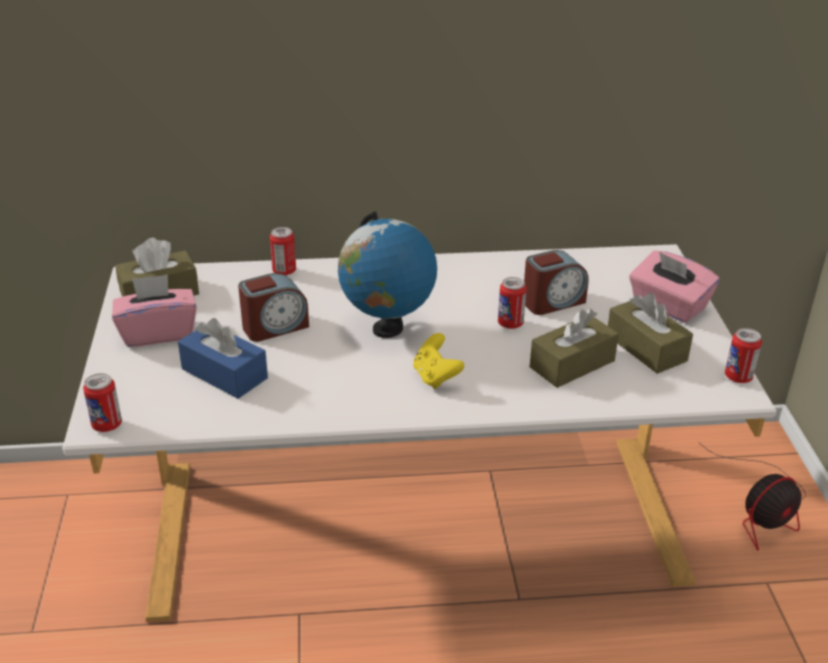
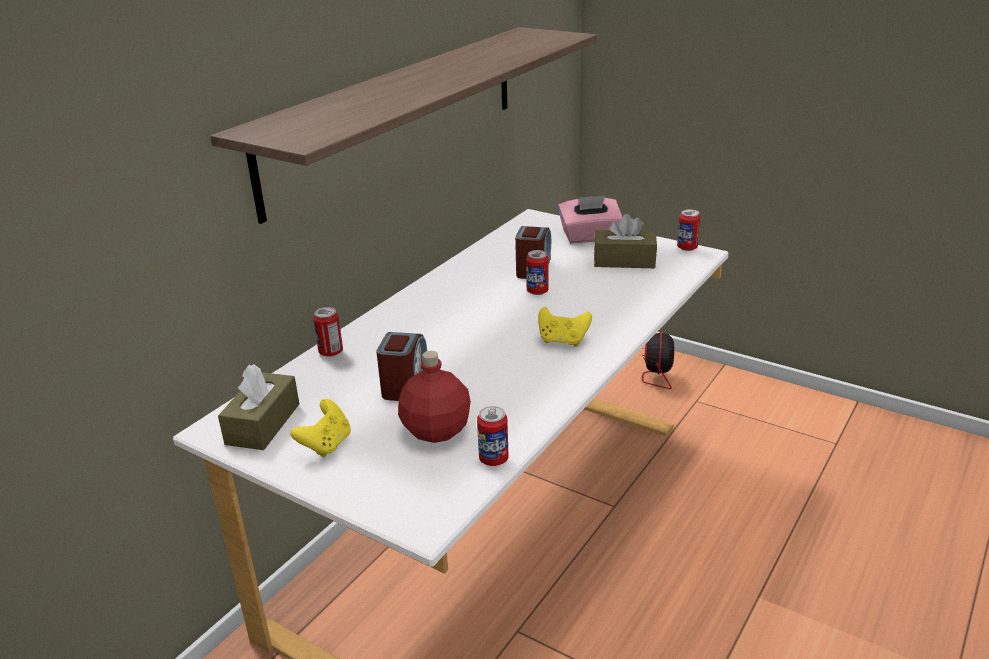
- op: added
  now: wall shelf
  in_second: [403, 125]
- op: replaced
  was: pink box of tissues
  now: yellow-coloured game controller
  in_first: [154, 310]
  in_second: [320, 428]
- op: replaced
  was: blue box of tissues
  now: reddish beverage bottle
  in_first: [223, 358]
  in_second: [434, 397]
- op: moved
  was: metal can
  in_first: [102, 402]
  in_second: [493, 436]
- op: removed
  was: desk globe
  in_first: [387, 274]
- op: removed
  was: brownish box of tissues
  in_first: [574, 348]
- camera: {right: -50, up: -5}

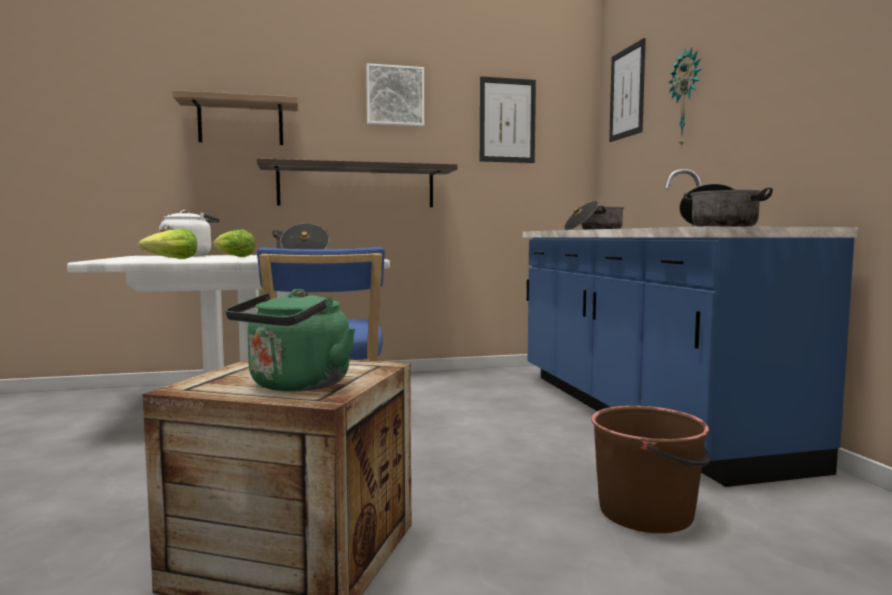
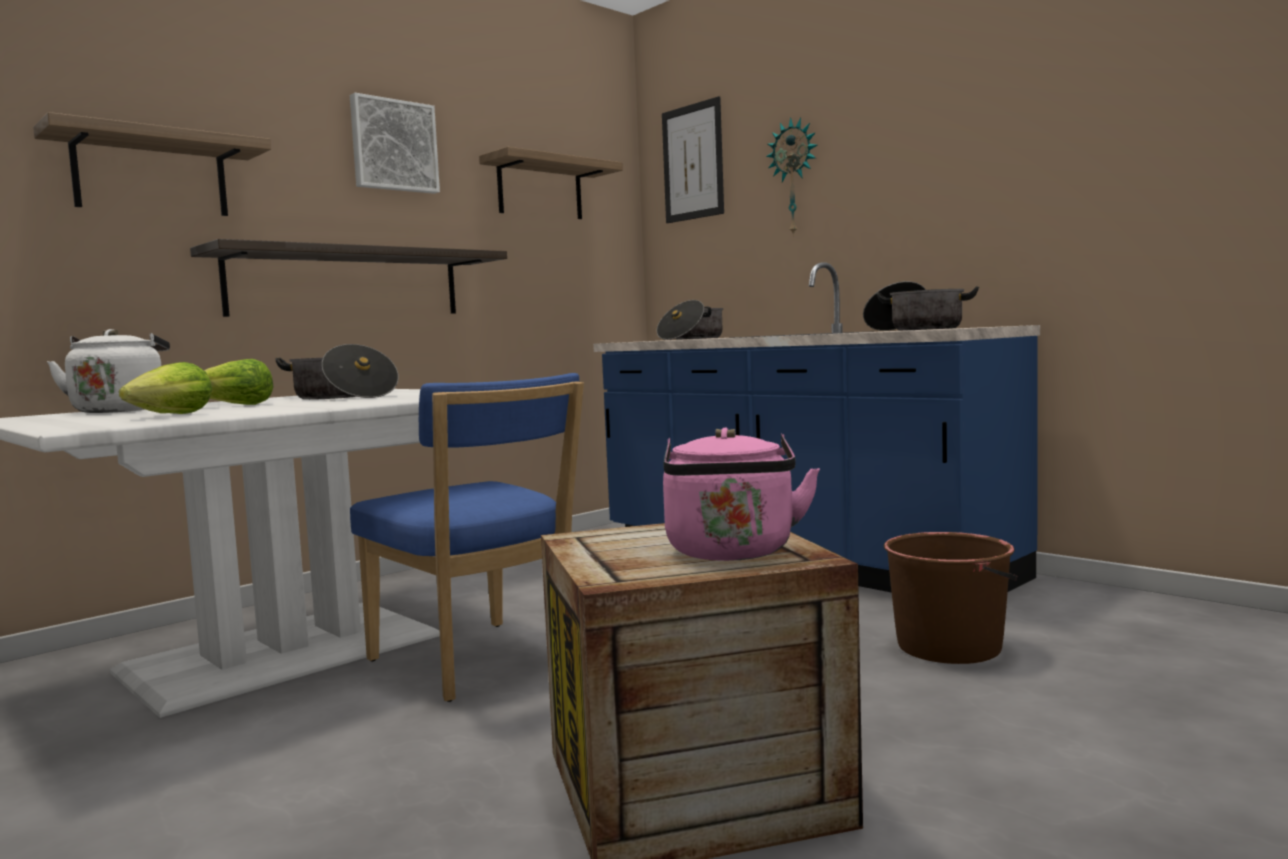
- op: replaced
  was: picture
  now: wall shelf
  in_first: [508, 119]
  in_second: [551, 183]
- op: recoloured
  was: green tea kettle
  now: pink tea kettle
  in_first: [290, 340]
  in_second: [741, 494]
- camera: {right: -30, up: 0}

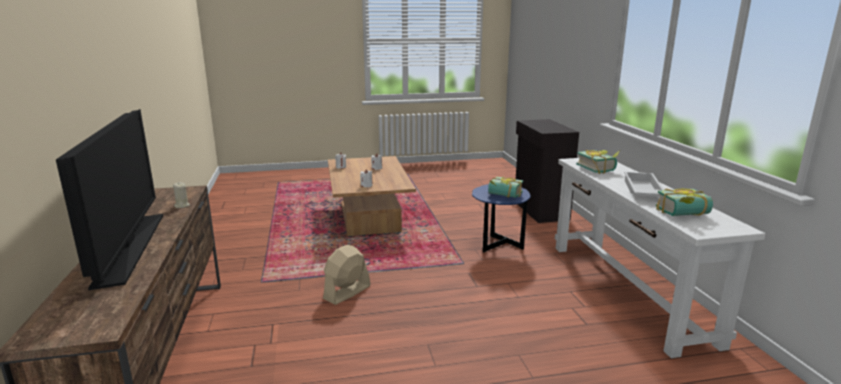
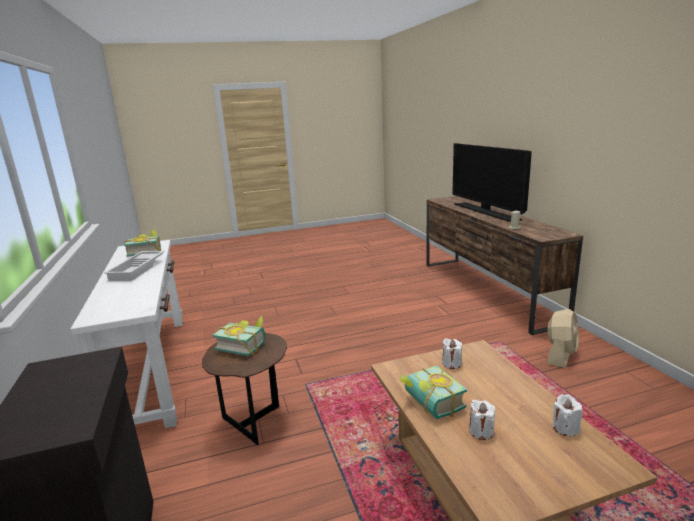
- op: recoloured
  was: blue accent table
  now: brownish accent table
  in_first: [501, 218]
  in_second: [244, 389]
- op: moved
  was: volume
  in_first: [597, 162]
  in_second: [433, 392]
- op: moved
  was: sand-coloured cooling fan
  in_first: [347, 275]
  in_second: [563, 338]
- camera: {right: 175, up: 0}

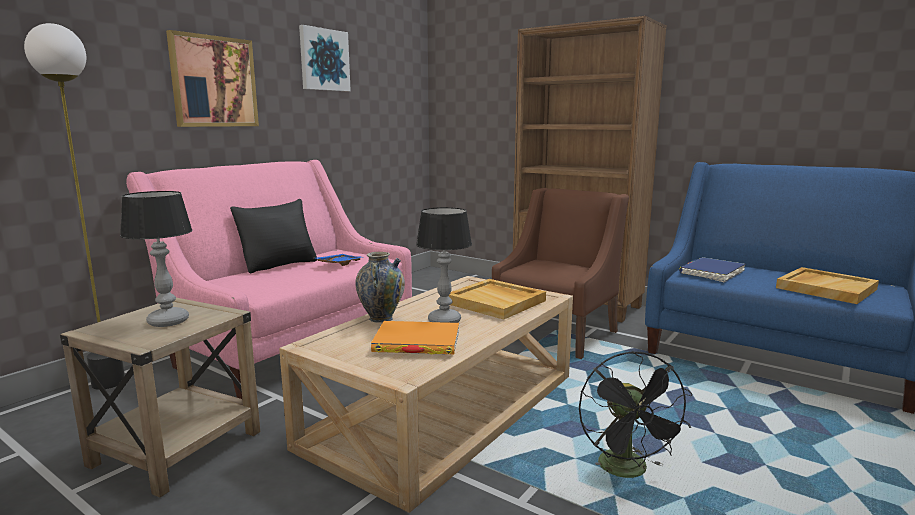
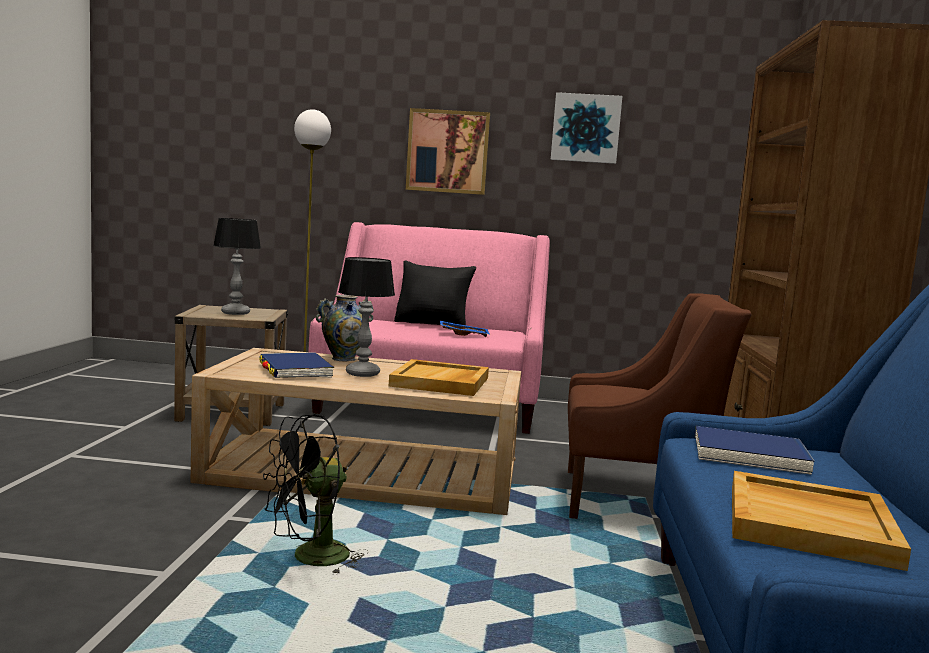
- op: recoloured
  was: orangey volume
  now: blue volume
  in_first: [415, 337]
  in_second: [296, 365]
- camera: {right: 60, up: -5}

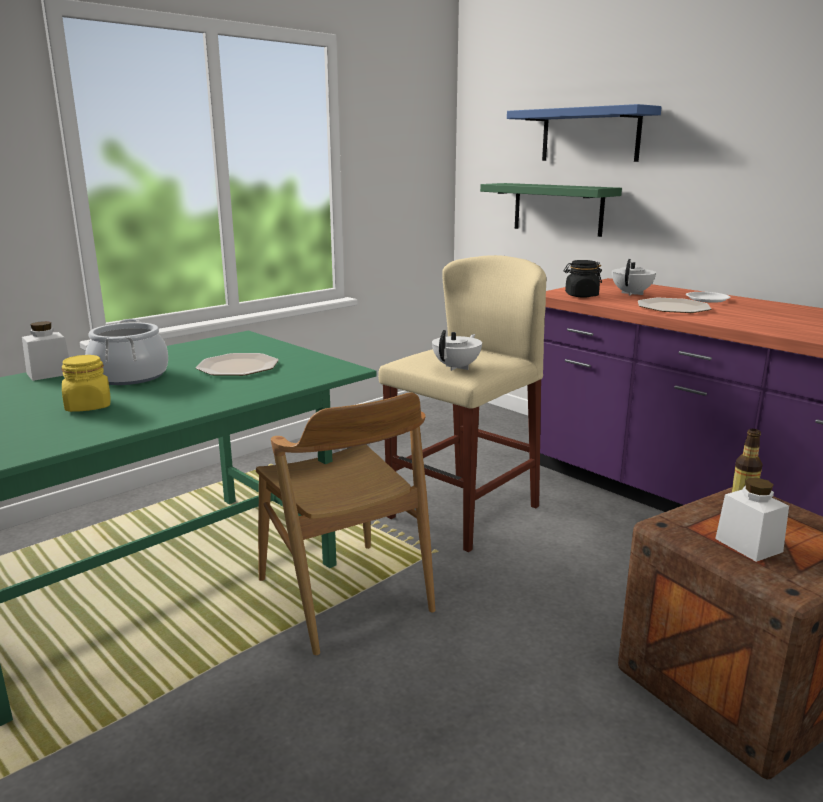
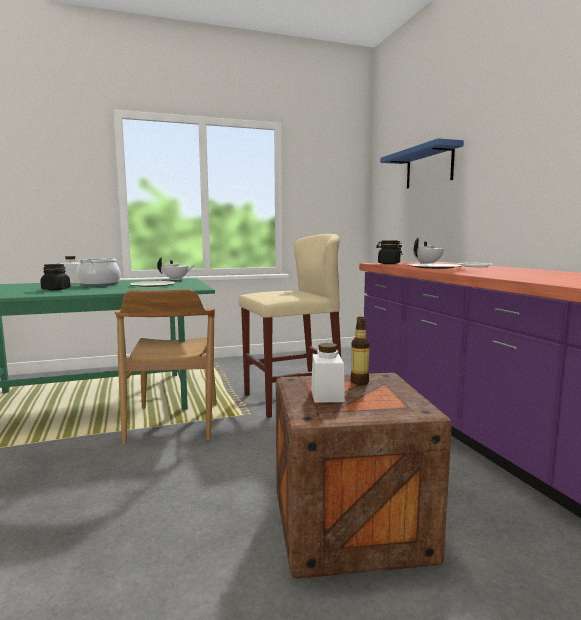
- op: recoloured
  was: yellow-coloured jar
  now: blackish jar
  in_first: [85, 383]
  in_second: [55, 277]
- op: moved
  was: whitish pot for tea
  in_first: [457, 350]
  in_second: [176, 268]
- op: removed
  was: green wall shelf
  in_first: [551, 210]
- camera: {right: 25, up: -10}

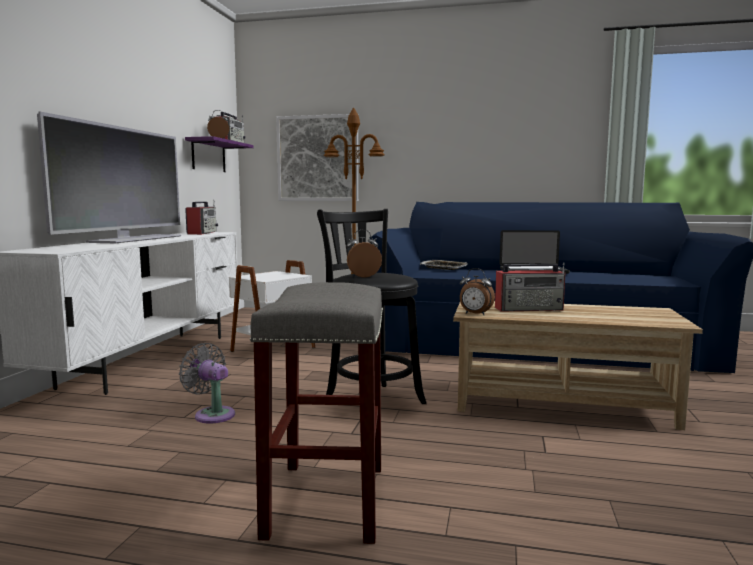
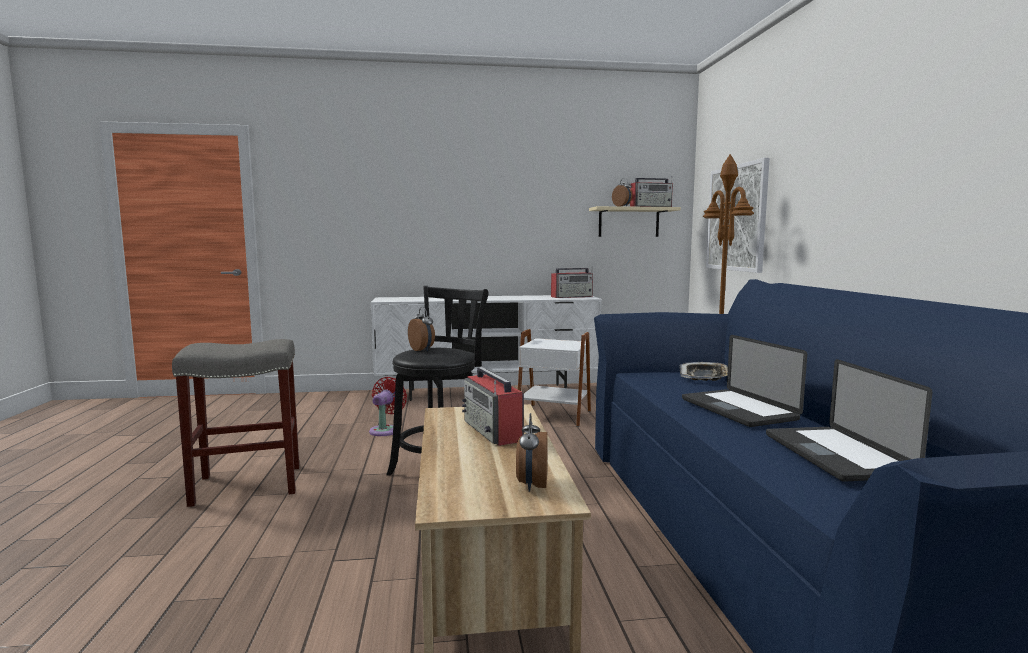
- op: recoloured
  was: greyish cooling fan
  now: reddish cooling fan
  in_first: [207, 383]
  in_second: [388, 406]
- op: moved
  was: alarm clock
  in_first: [477, 291]
  in_second: [532, 452]
- op: recoloured
  was: purplish wall shelf
  now: sand-coloured wall shelf
  in_first: [219, 154]
  in_second: [635, 221]
- op: added
  now: laptop
  in_second: [849, 420]
- op: removed
  was: television
  in_first: [109, 177]
- camera: {right: 70, up: 0}

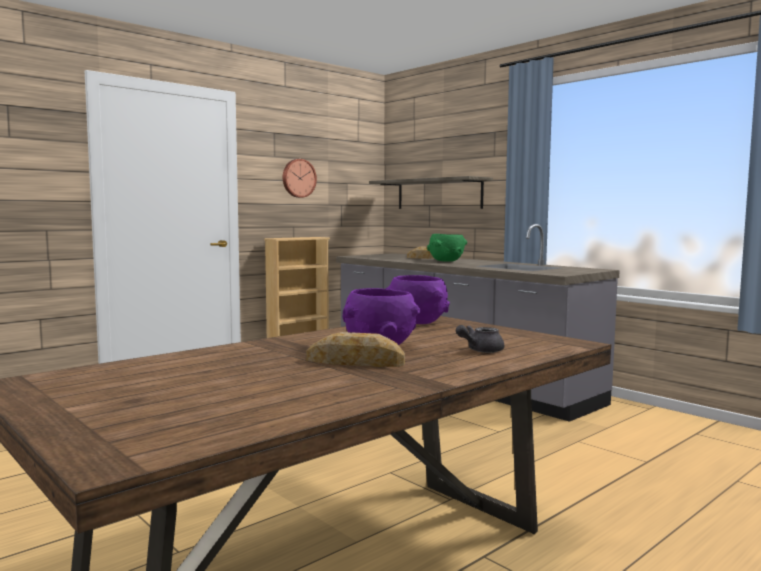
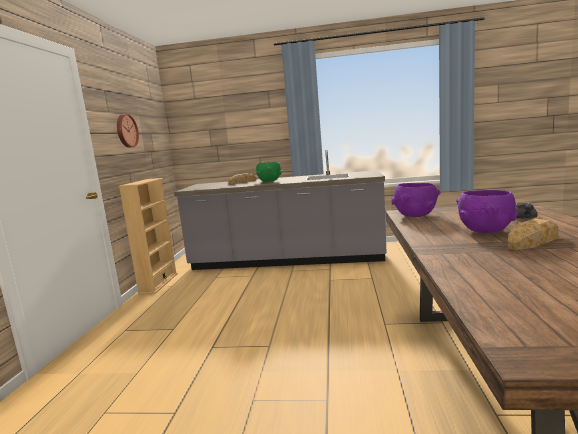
- op: removed
  was: wall shelf
  in_first: [431, 192]
- camera: {right: -40, up: 5}

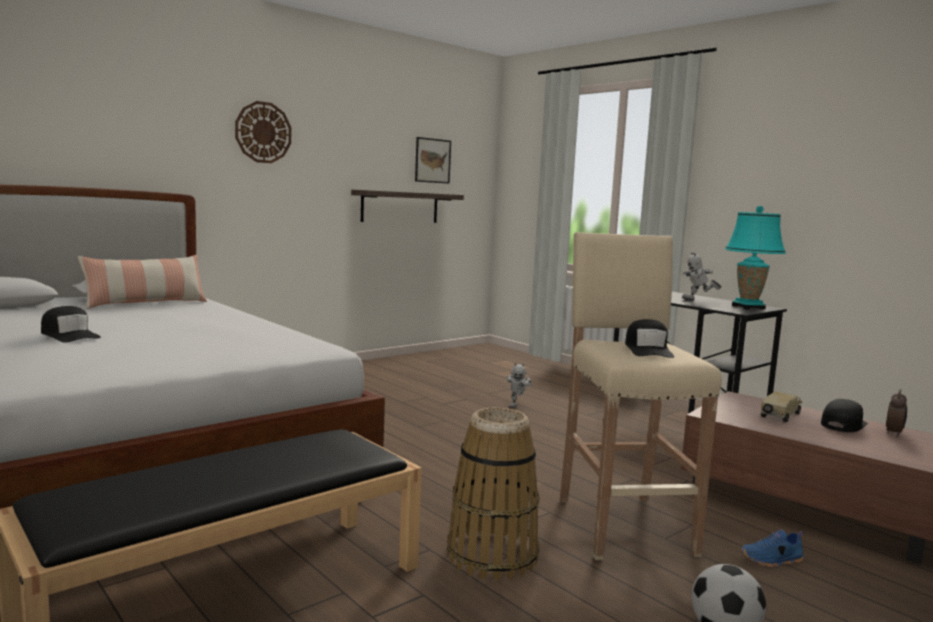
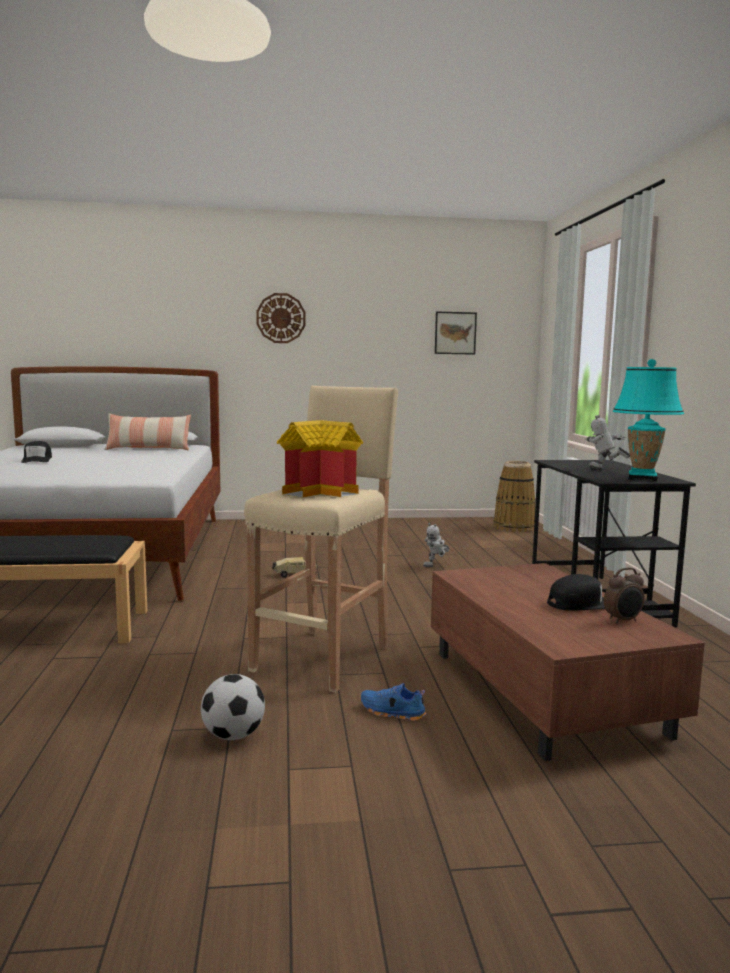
- op: moved
  was: toy lorry
  in_first: [781, 406]
  in_second: [295, 567]
- op: replaced
  was: blackish peaked cap
  now: model house
  in_first: [649, 338]
  in_second: [320, 459]
- op: moved
  was: storage basket
  in_first: [493, 493]
  in_second: [514, 497]
- op: removed
  was: wall shelf
  in_first: [407, 206]
- camera: {right: 35, up: 0}

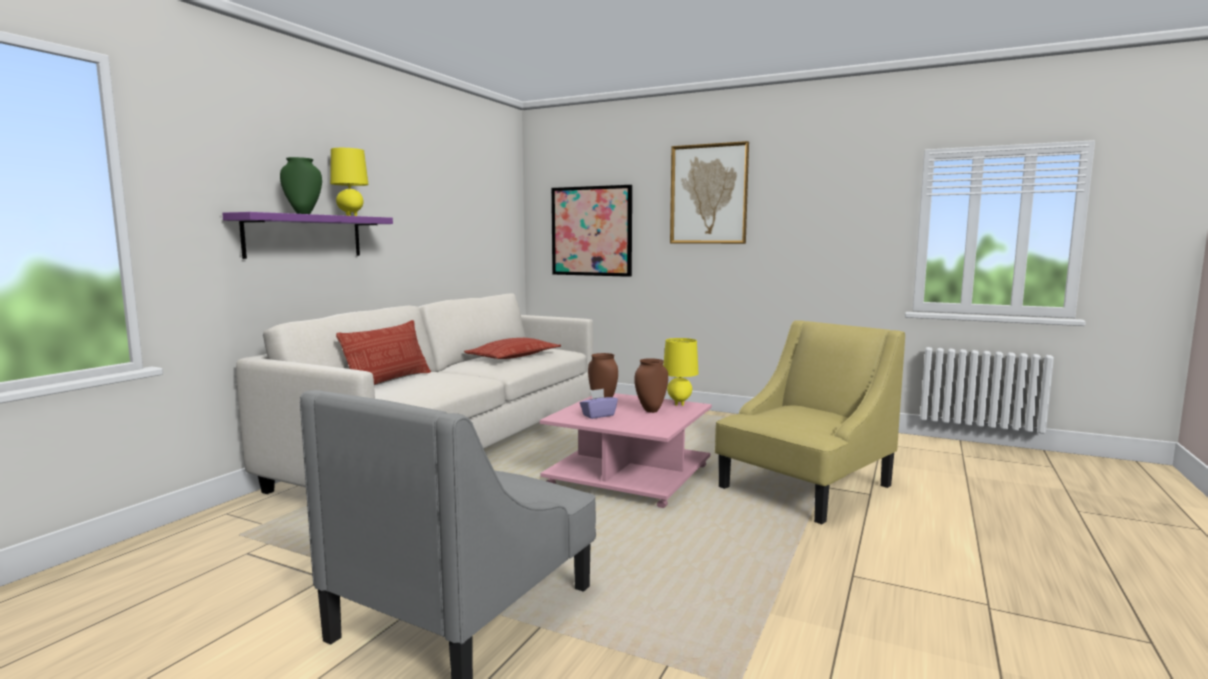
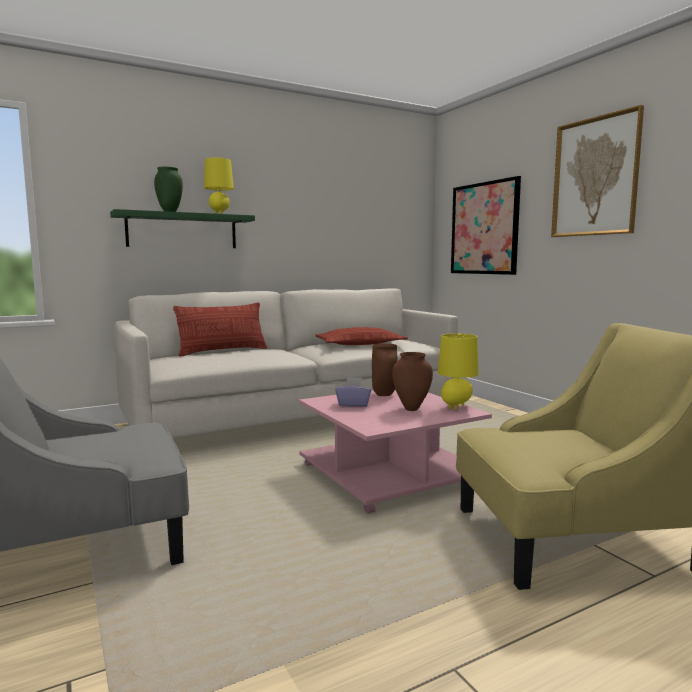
- op: recoloured
  was: purplish wall shelf
  now: green wall shelf
  in_first: [307, 235]
  in_second: [182, 228]
- camera: {right: 35, up: 0}

